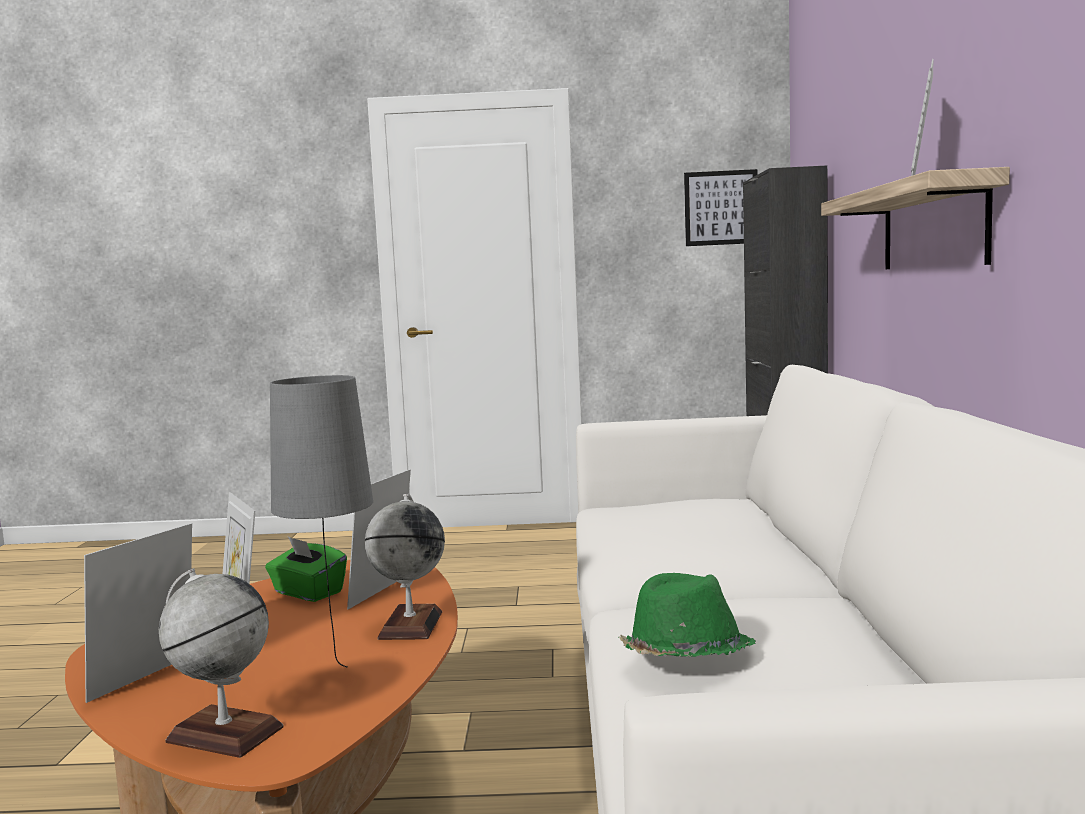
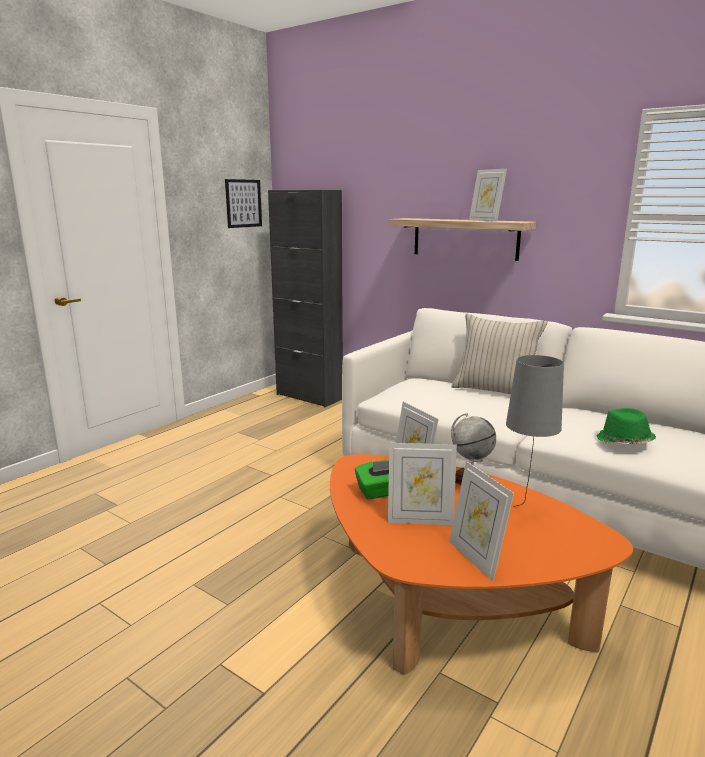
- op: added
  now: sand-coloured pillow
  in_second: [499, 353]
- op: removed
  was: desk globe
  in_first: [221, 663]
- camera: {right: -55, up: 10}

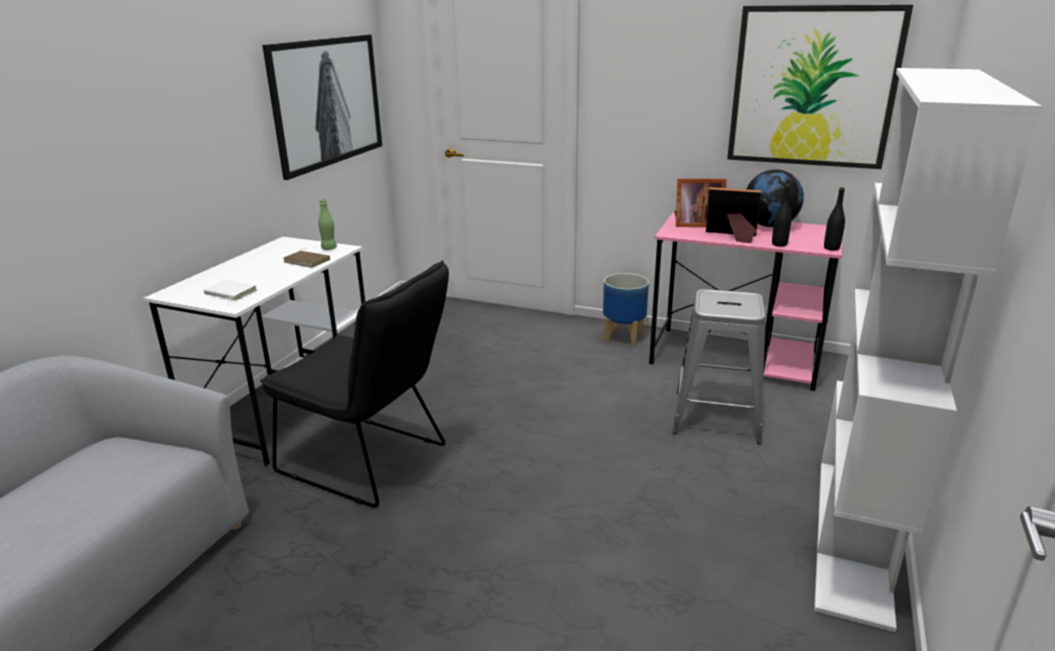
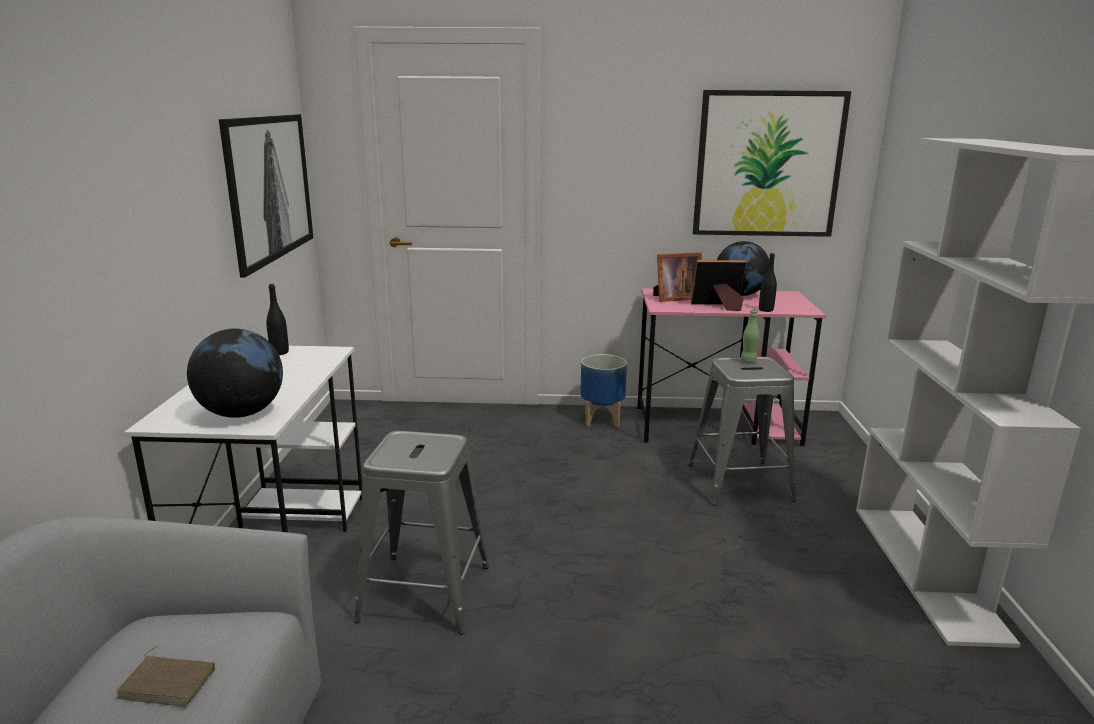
- op: moved
  was: brownish volume
  in_first: [307, 258]
  in_second: [165, 676]
- op: replaced
  was: whitish volume
  now: desk globe
  in_first: [230, 290]
  in_second: [235, 373]
- op: moved
  was: blackish beverage bottle
  in_first: [834, 219]
  in_second: [277, 319]
- op: replaced
  was: blackish plain chair
  now: greyish stool
  in_first: [354, 384]
  in_second: [421, 533]
- op: moved
  was: green beverage bottle
  in_first: [327, 224]
  in_second: [750, 336]
- camera: {right: -20, up: -5}

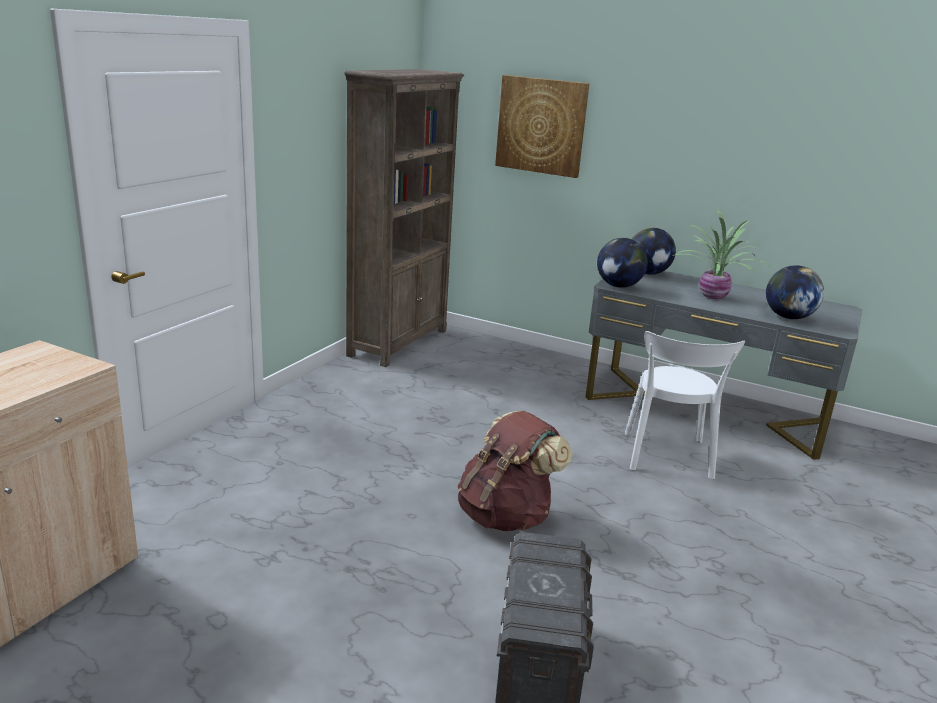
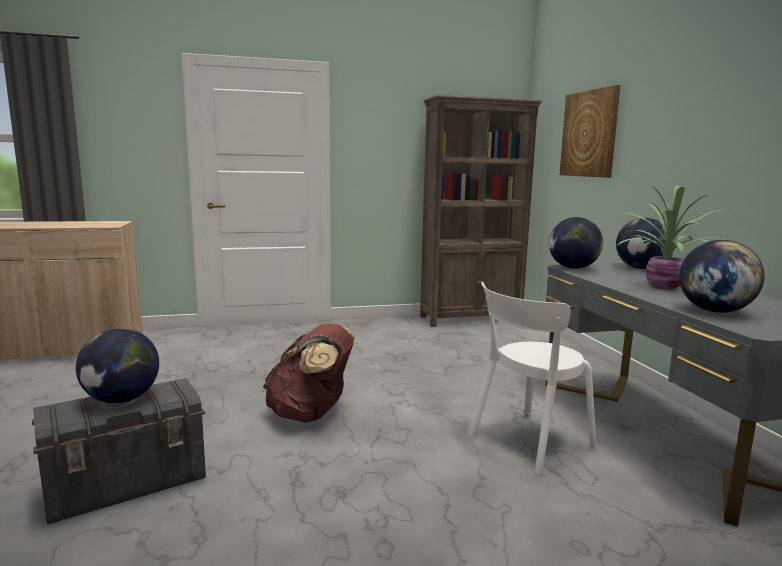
- op: added
  now: desk globe
  in_second: [117, 365]
- camera: {right: 50, up: -10}

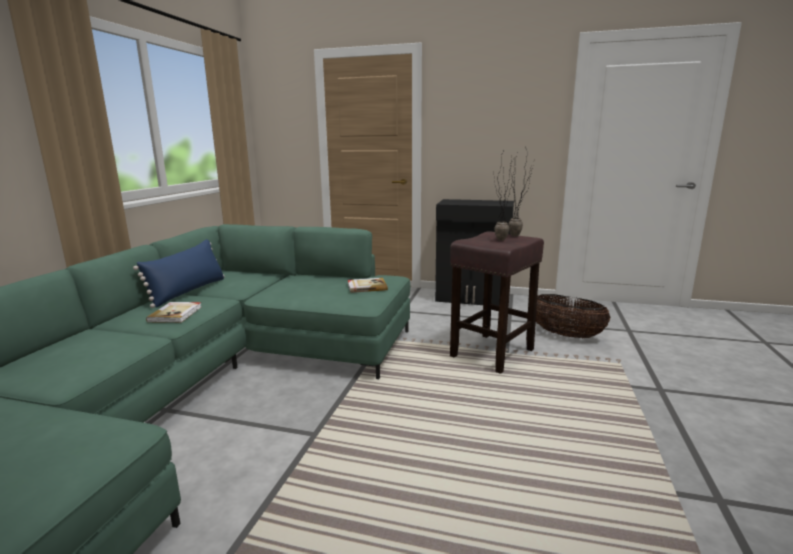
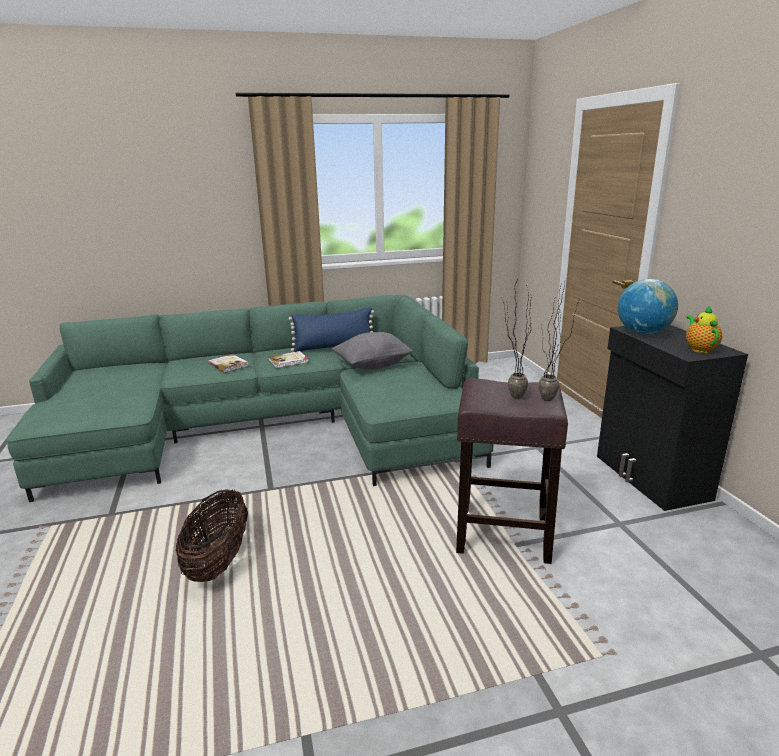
- op: moved
  was: storage basket
  in_first: [573, 316]
  in_second: [212, 535]
- op: moved
  was: volume
  in_first: [368, 285]
  in_second: [228, 363]
- op: added
  now: greyish pillow
  in_second: [372, 351]
- op: added
  now: desk globe
  in_second: [648, 307]
- op: added
  now: pot for tea
  in_second: [704, 329]
- camera: {right: 60, up: 5}

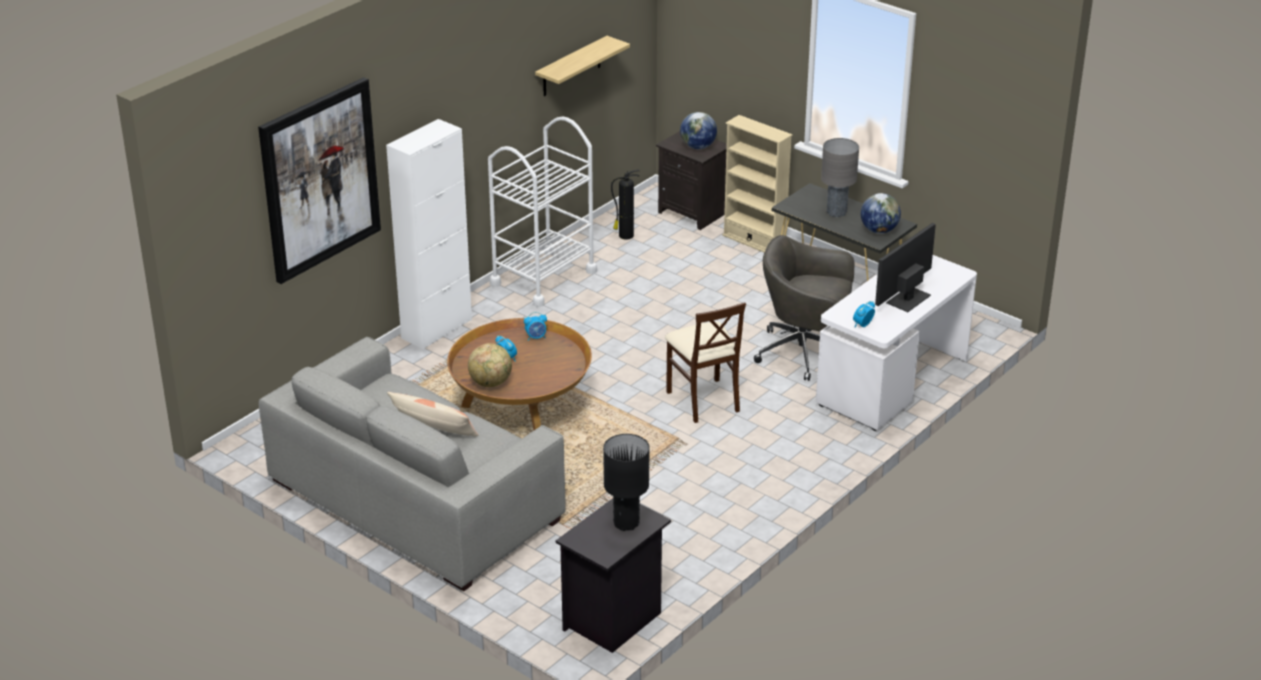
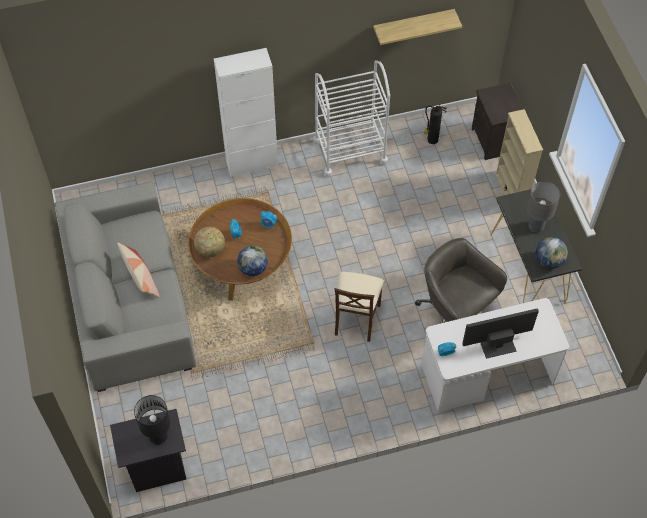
- op: moved
  was: desk globe
  in_first: [698, 130]
  in_second: [252, 260]
- op: removed
  was: picture
  in_first: [319, 180]
- camera: {right: 35, up: 25}

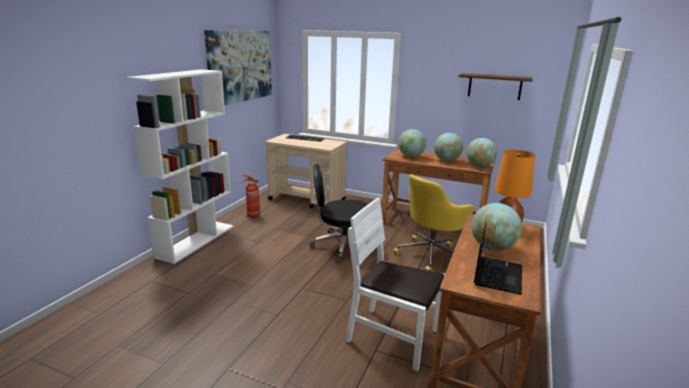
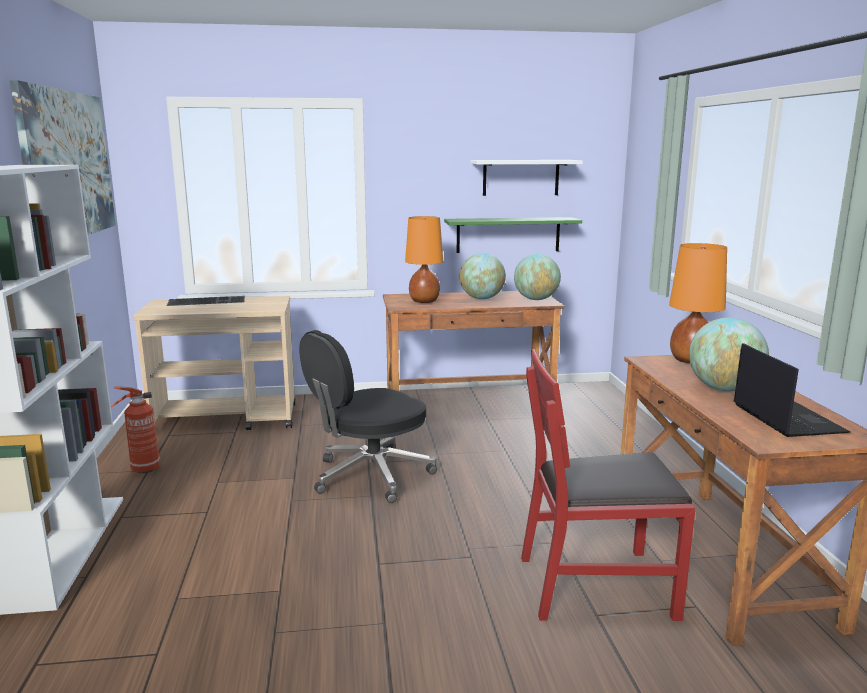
- op: replaced
  was: desk globe
  now: orangey table lamp
  in_first: [412, 143]
  in_second: [424, 259]
- op: added
  now: green wall shelf
  in_second: [513, 235]
- op: recoloured
  was: brownish wall shelf
  now: whitish wall shelf
  in_first: [496, 86]
  in_second: [527, 178]
- op: recoloured
  was: whitish plain chair
  now: reddish plain chair
  in_first: [395, 284]
  in_second: [608, 485]
- op: removed
  was: yellow-coloured computer chair
  in_first: [433, 222]
- camera: {right: -30, up: -5}

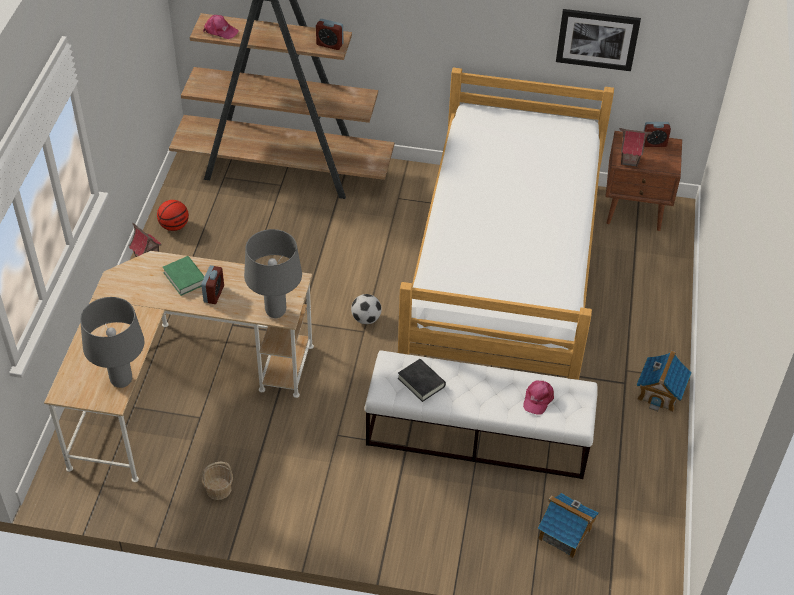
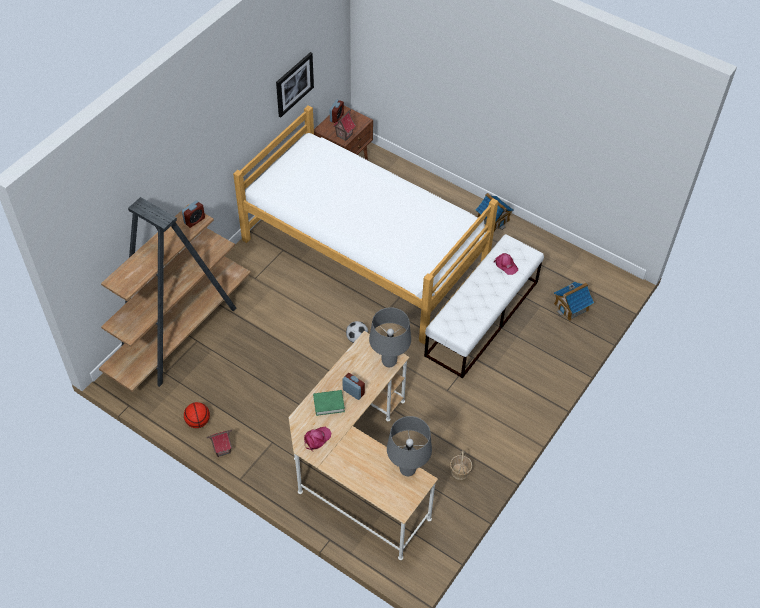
- op: moved
  was: pink peaked cap
  in_first: [220, 27]
  in_second: [317, 439]
- op: removed
  was: blackish volume
  in_first: [422, 380]
- camera: {right: -65, up: 5}

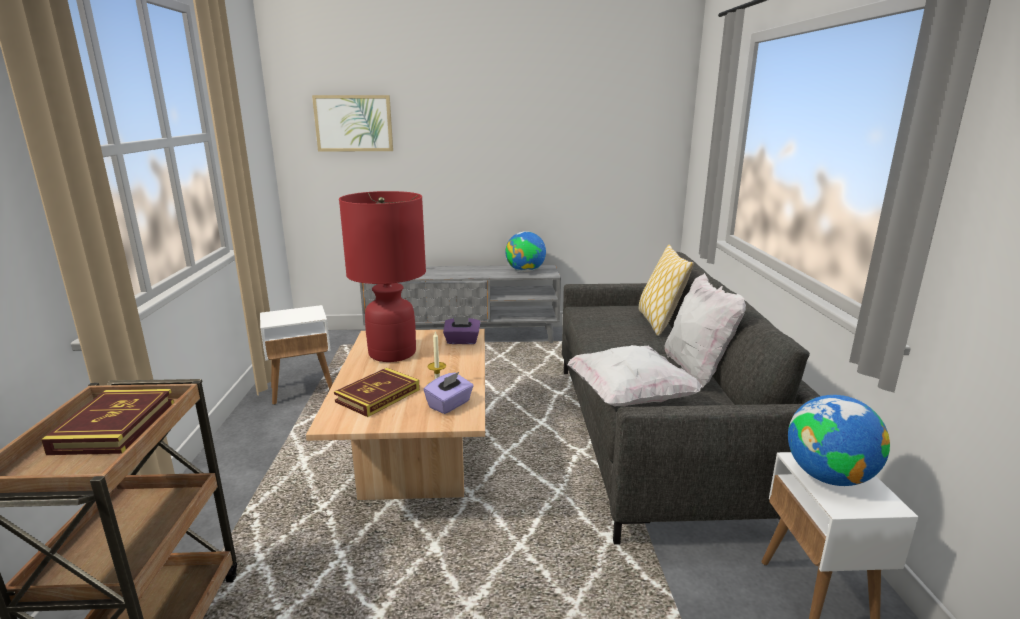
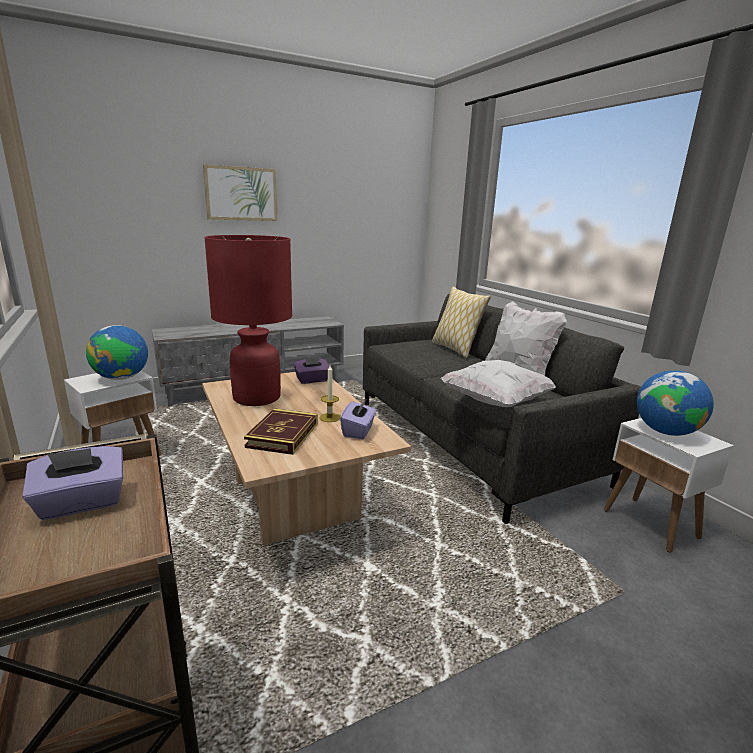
- op: replaced
  was: volume
  now: purplish box of tissues
  in_first: [107, 422]
  in_second: [72, 483]
- op: moved
  was: desk globe
  in_first: [525, 251]
  in_second: [117, 352]
- op: moved
  was: picture
  in_first: [352, 123]
  in_second: [240, 192]
- camera: {right: -25, up: 0}

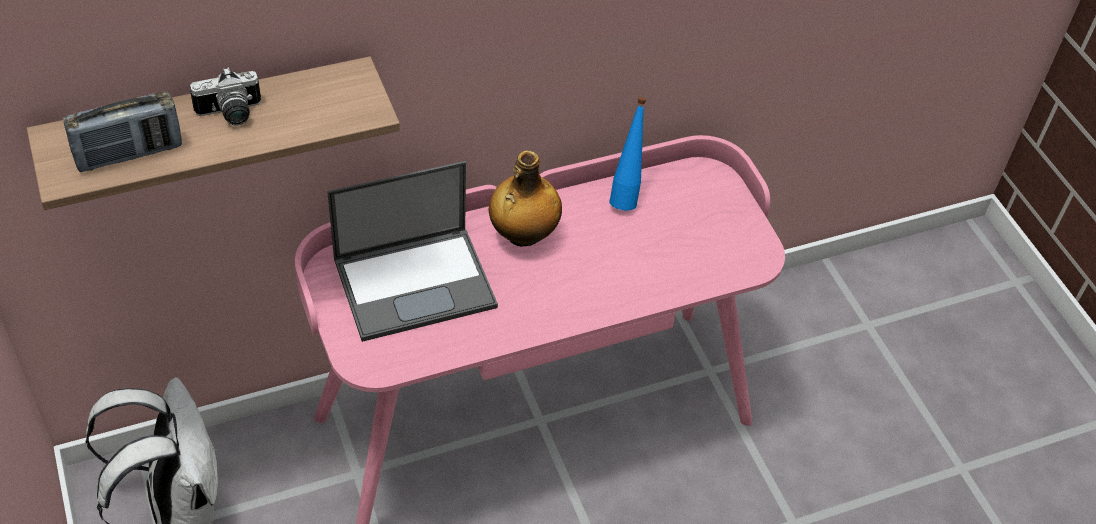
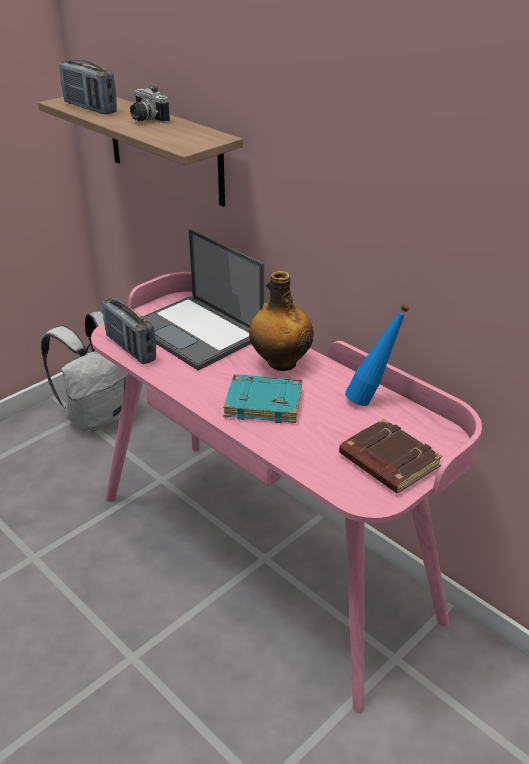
- op: added
  now: radio receiver
  in_second: [129, 330]
- op: added
  now: turquoise volume
  in_second: [262, 398]
- op: added
  now: brownish volume
  in_second: [390, 456]
- camera: {right: 70, up: -15}

